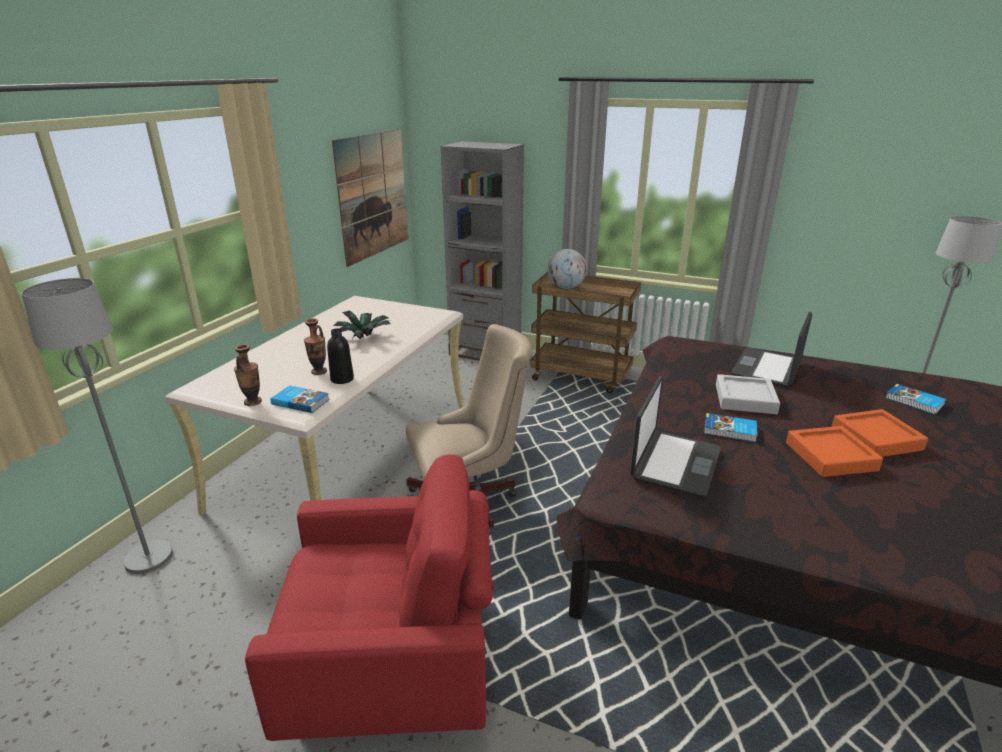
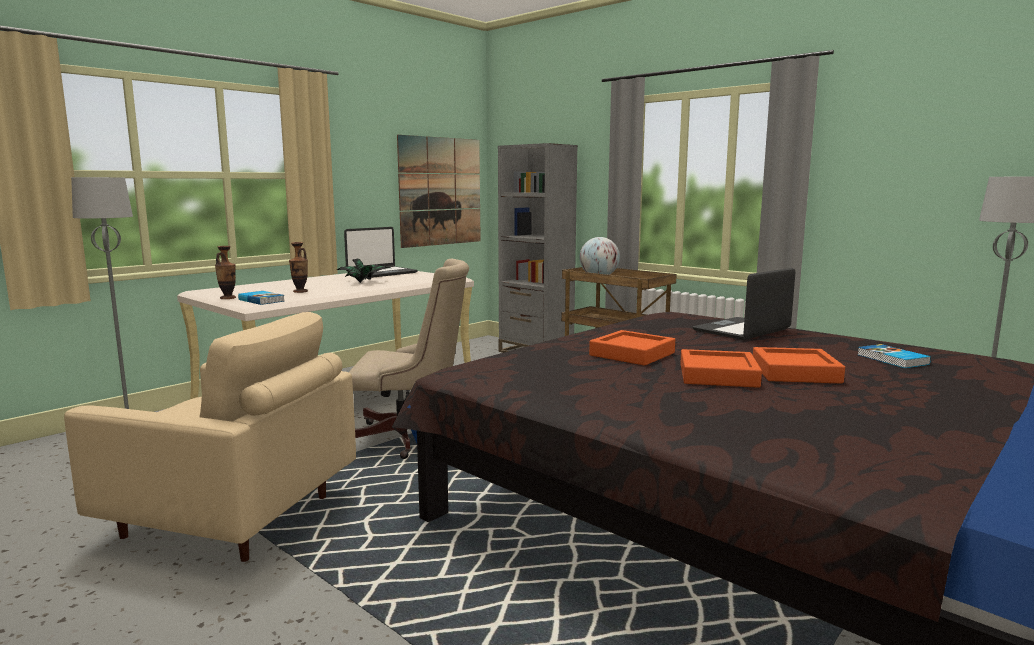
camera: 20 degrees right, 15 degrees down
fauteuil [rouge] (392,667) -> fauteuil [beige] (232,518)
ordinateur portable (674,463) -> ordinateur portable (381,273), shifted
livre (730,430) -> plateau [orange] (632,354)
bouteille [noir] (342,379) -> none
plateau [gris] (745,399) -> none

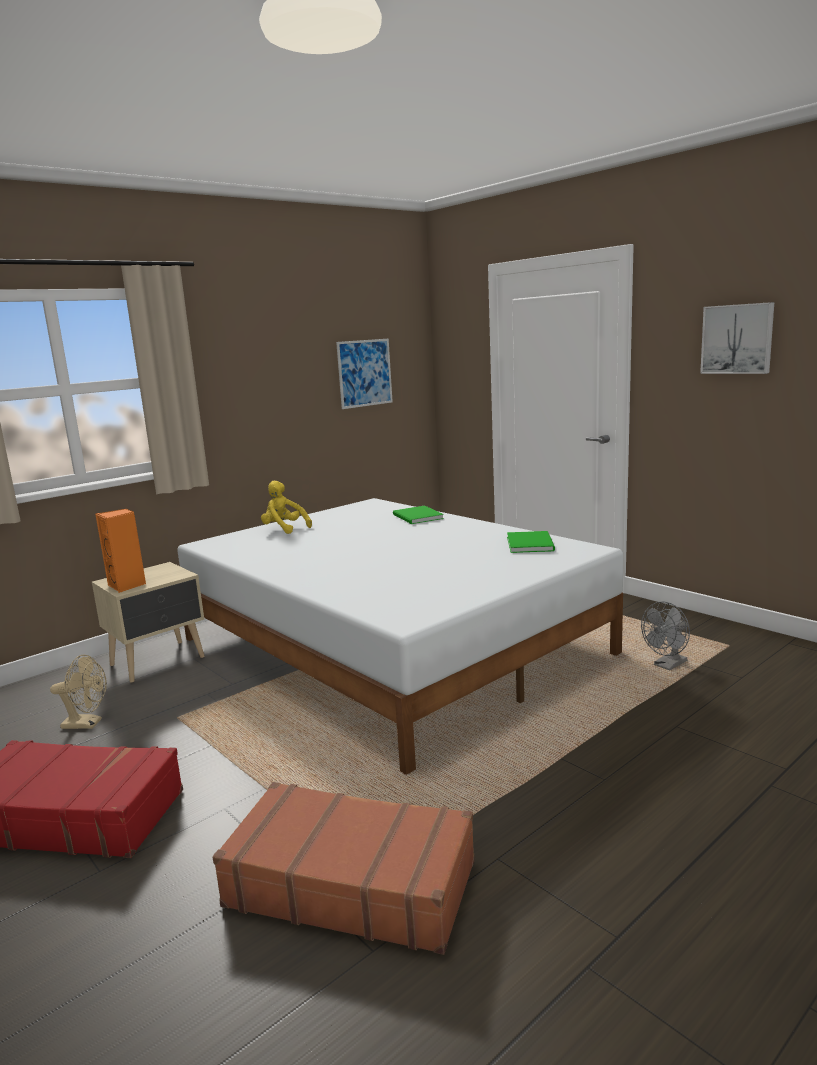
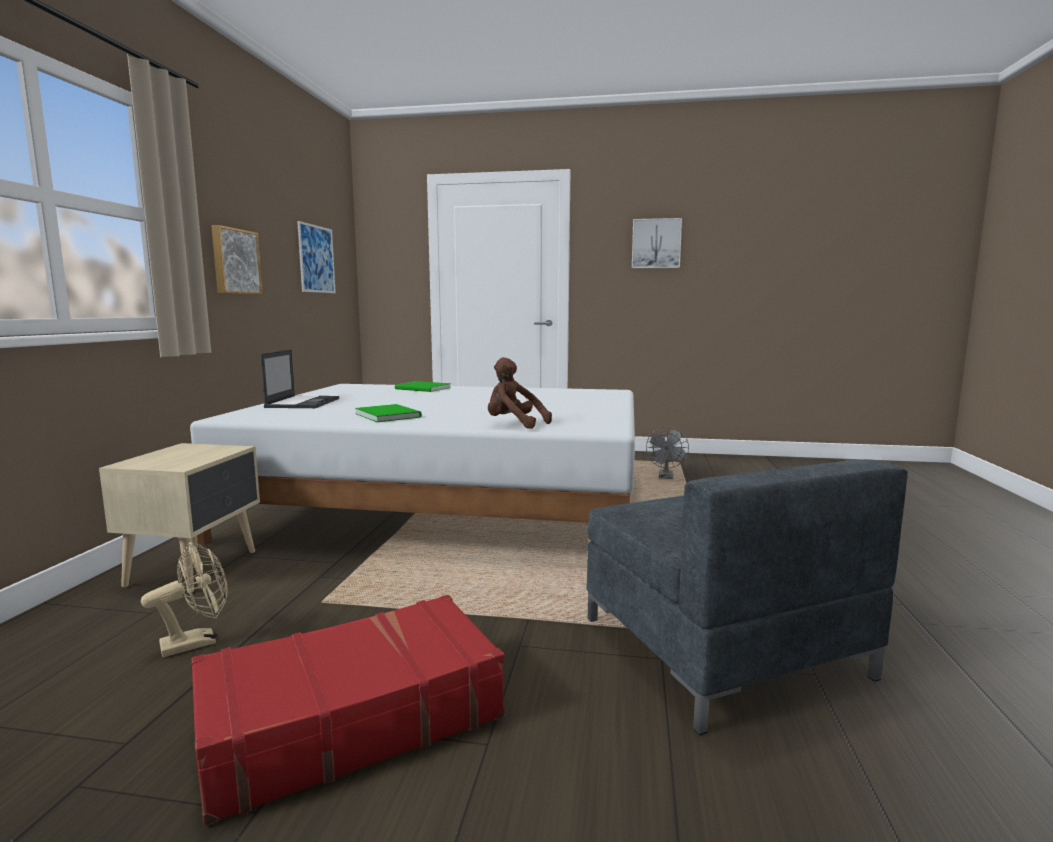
camera: 40 degrees left, 5 degrees down
none -> tableau (235,261)
peluche [jaune] (284,529) -> ordinateur portable (303,403)
livre [vert] (531,543) -> livre [vert] (388,415), shifted
none -> peluche [marron] (513,424)
valise [marron] (351,882) -> fauteuil [gris] (720,646)
enceinte [orange] (127,585) -> none

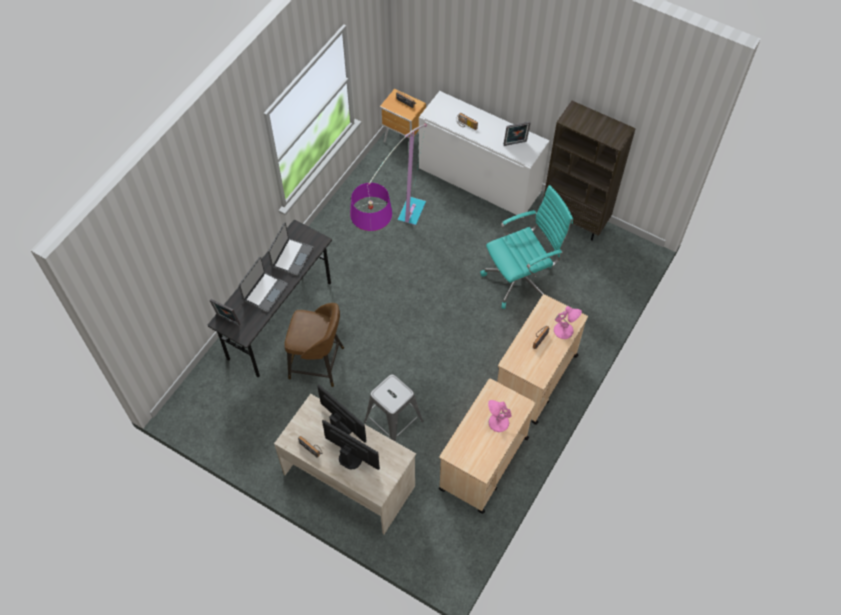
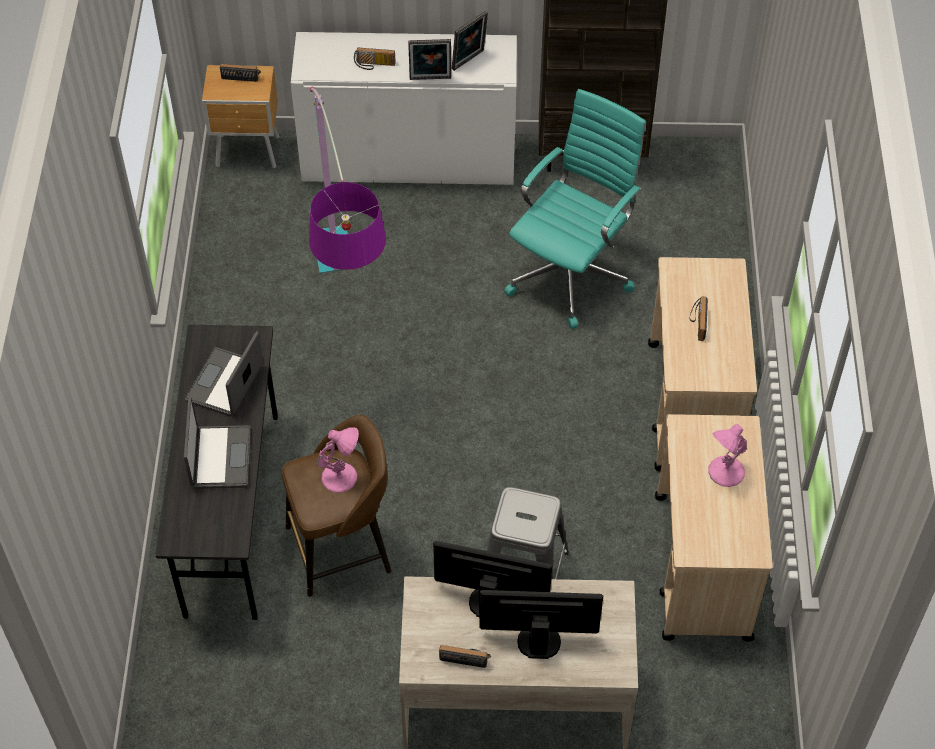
camera: 30 degrees left, 5 degrees down
ordinateur portable (292,257) -> ordinateur portable (226,384), 150 degrees counterclockwise
lampe de table [rose] (564,330) -> lampe de table [rose] (341,477), shifted
cadre photo (228,321) -> cadre photo (430,80), shifted

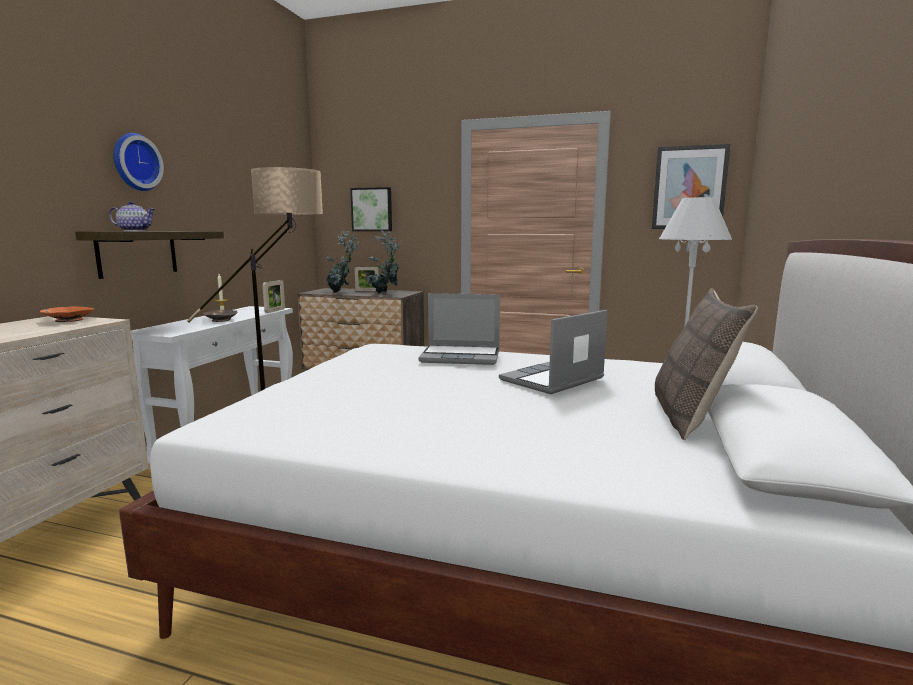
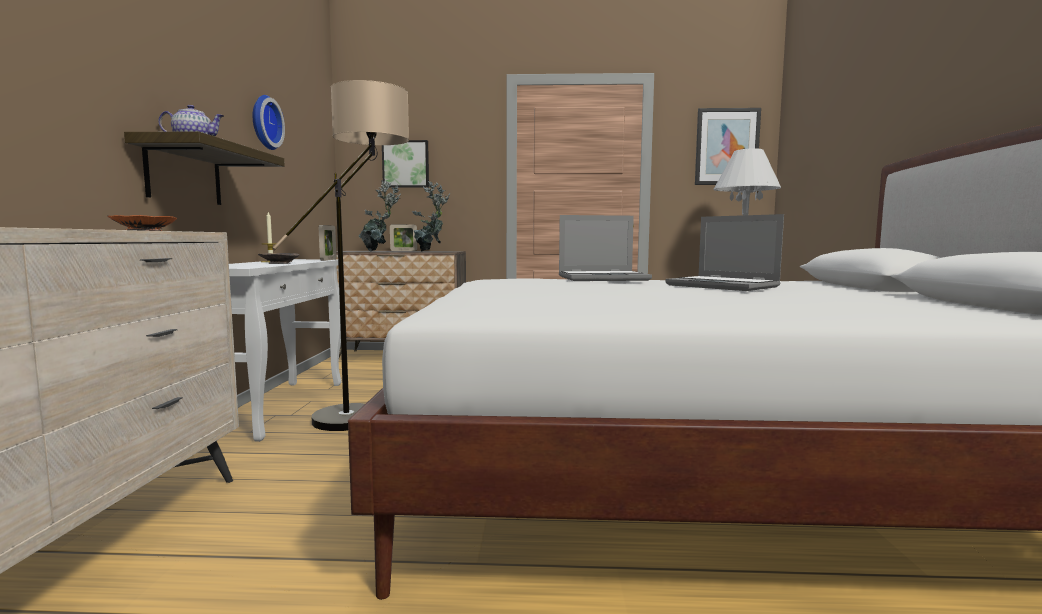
camera: 15 degrees left, 5 degrees down
horloge murale (134,162) -> horloge murale (264,122), shifted
ordinateur portable (552,380) -> ordinateur portable (724,286), 75 degrees counterclockwise
coussin (691,417) -> none

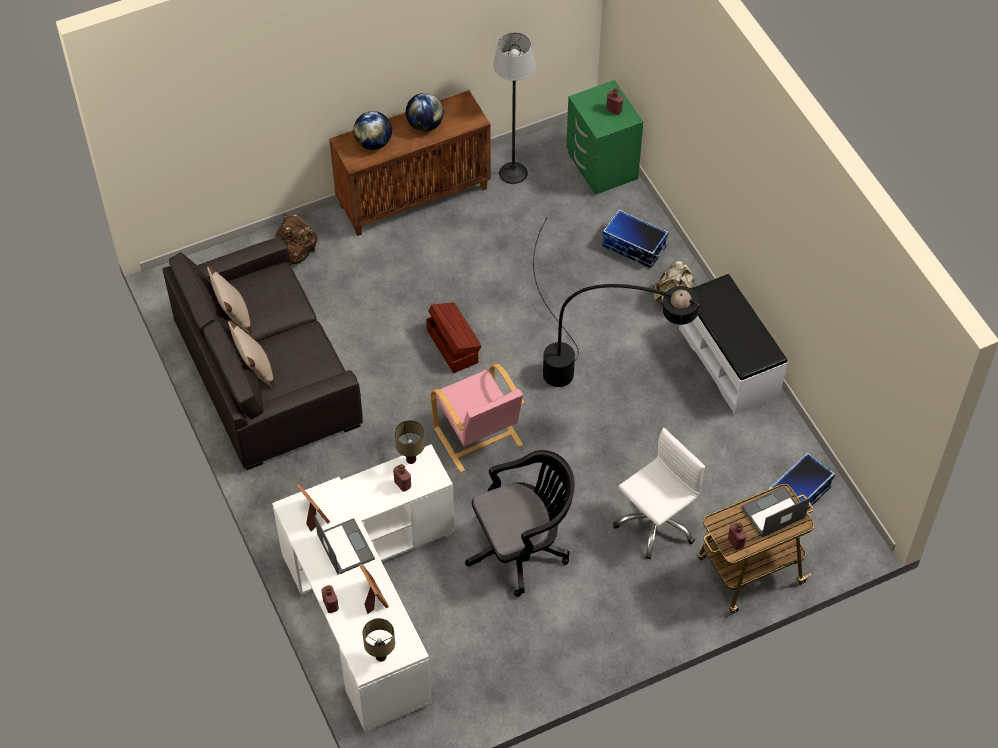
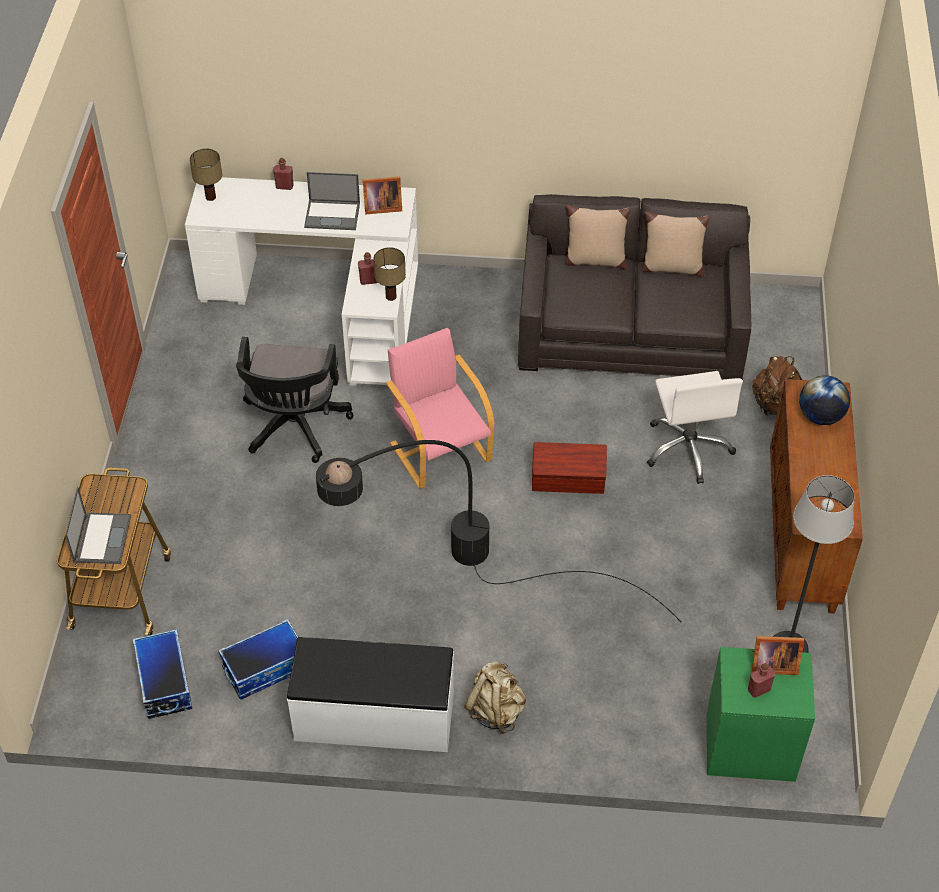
camera: 120 degrees right, 5 degrees down
boîte de rangement (633,247) -> boîte de rangement (265,668), shifted
fauteuil [rose] (478,438) -> fauteuil [rose] (440,450), 60 degrees clockwise
chaise de bureau [blanc] (655,523) -> chaise de bureau [blanc] (688,448), shifted
cadre photo (372,597) -> cadre photo (772,664), shifted
globe (425,125) -> none
bouteille [rouge] (736,542) -> none

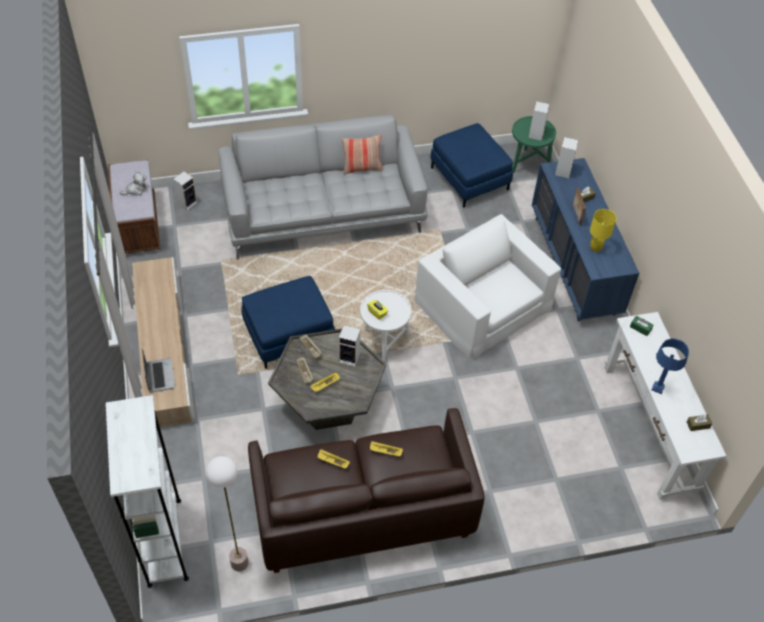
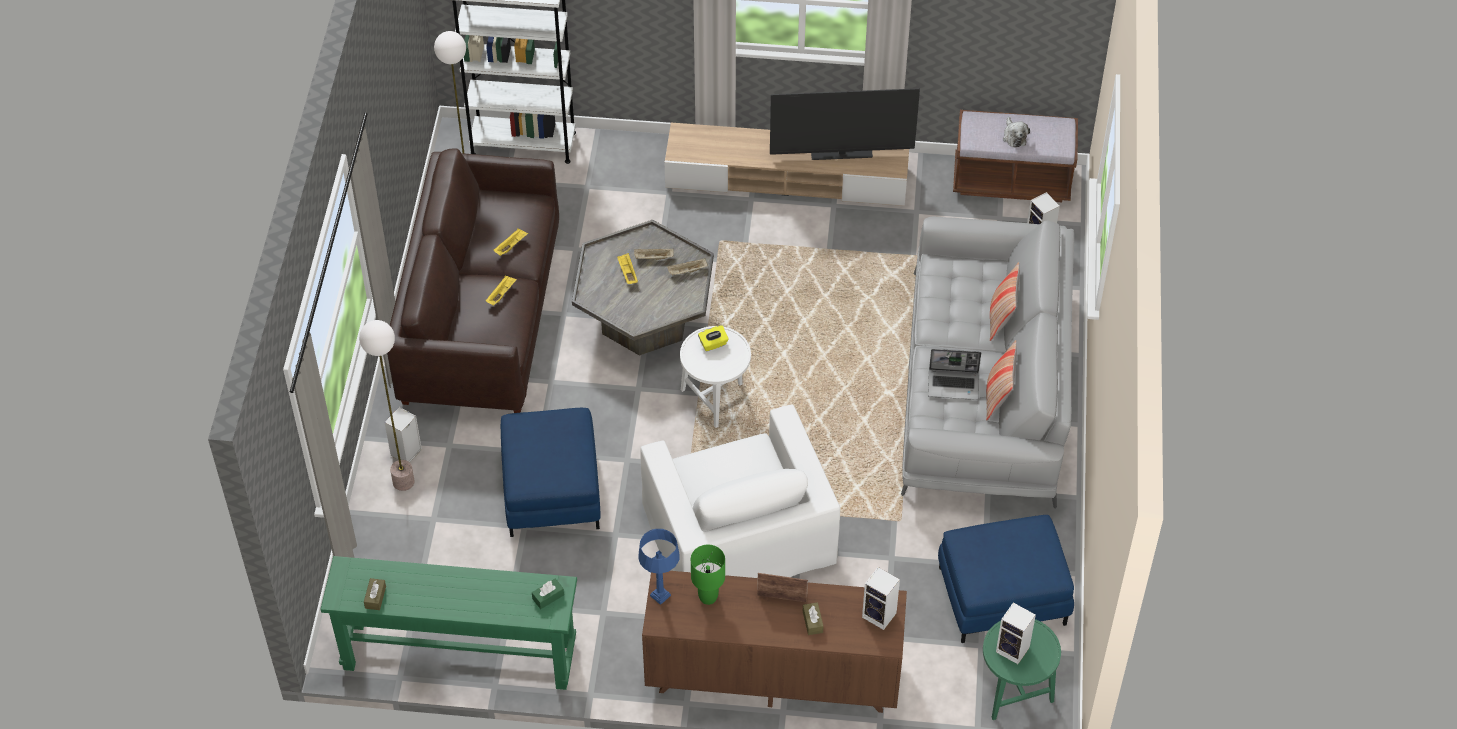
camera: 110 degrees right, 0 degrees up
table console [blanc] (649,427) -> table console [vert] (459,654)
none -> lampadaire (404,481)
enceinte (350,358) -> enceinte (406,453), shifted
pouf [bleu] (288,334) -> pouf [bleu] (551,490), shifted
lampe de table [bleu] (658,388) -> lampe de table [bleu] (660,595), shifted
fauteuil [blanc] (483,304) -> fauteuil [blanc] (738,530), 90 degrees clockwise
commode [bleu] (574,265) -> commode [marron] (772,675)
lampe de table [jaune] (595,247) -> lampe de table [vert] (708,597)
none -> téléviseur (841,154)
ordinateur portable (159,375) -> ordinateur portable (954,384), shifted
none -> coussin (1001,319)

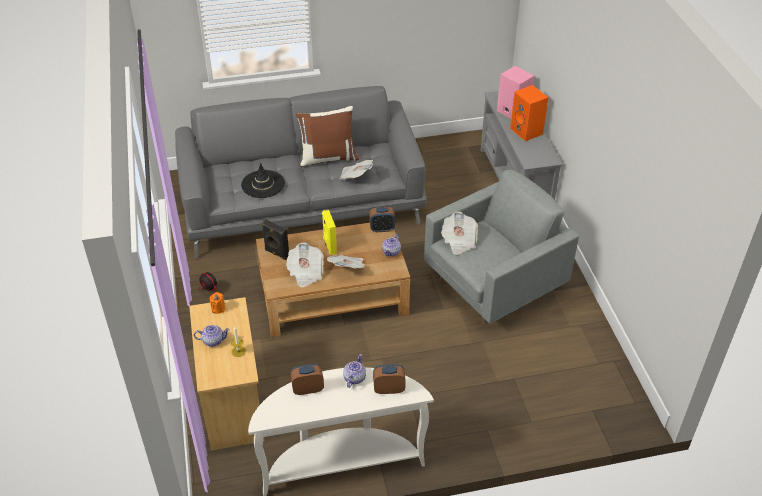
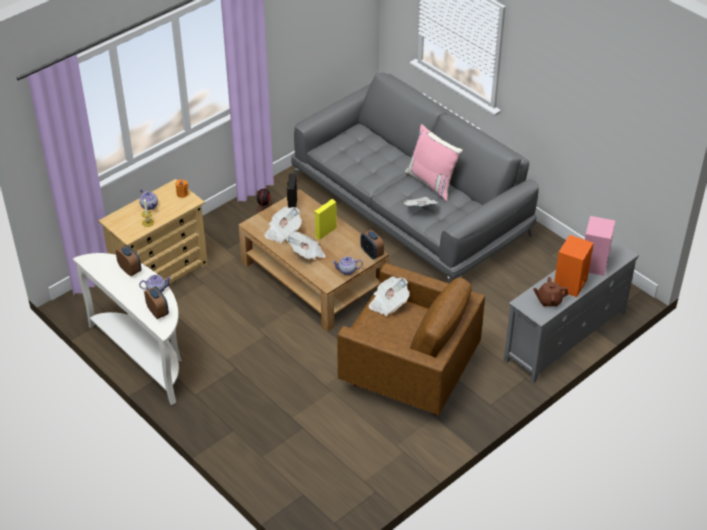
camera: 60 degrees right, 0 degrees up
fauteuil [gris] (493,285) -> fauteuil [marron] (408,373)
coussin [marron] (328,157) -> coussin [rose] (432,183)
none -> théière [marron] (549,301)
chapeau [noir] (263,184) -> none

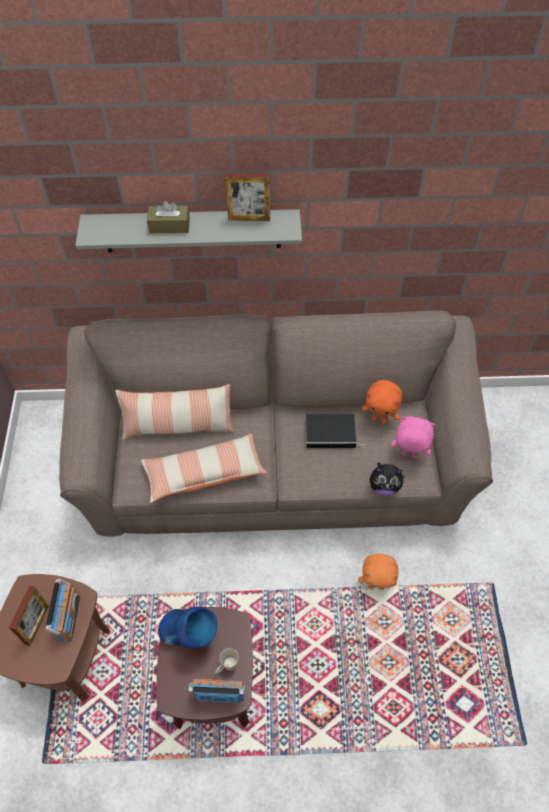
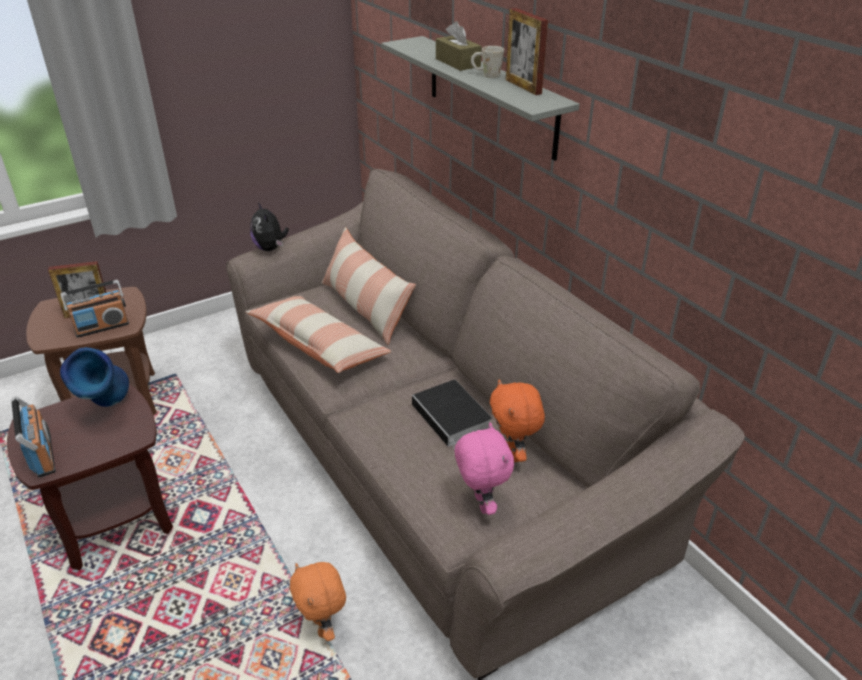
camera: 60 degrees right, 20 degrees down
peluche (384,486) -> peluche (270,248), shifted
mug [blanc] (226,667) -> mug [blanc] (486,75), shifted

